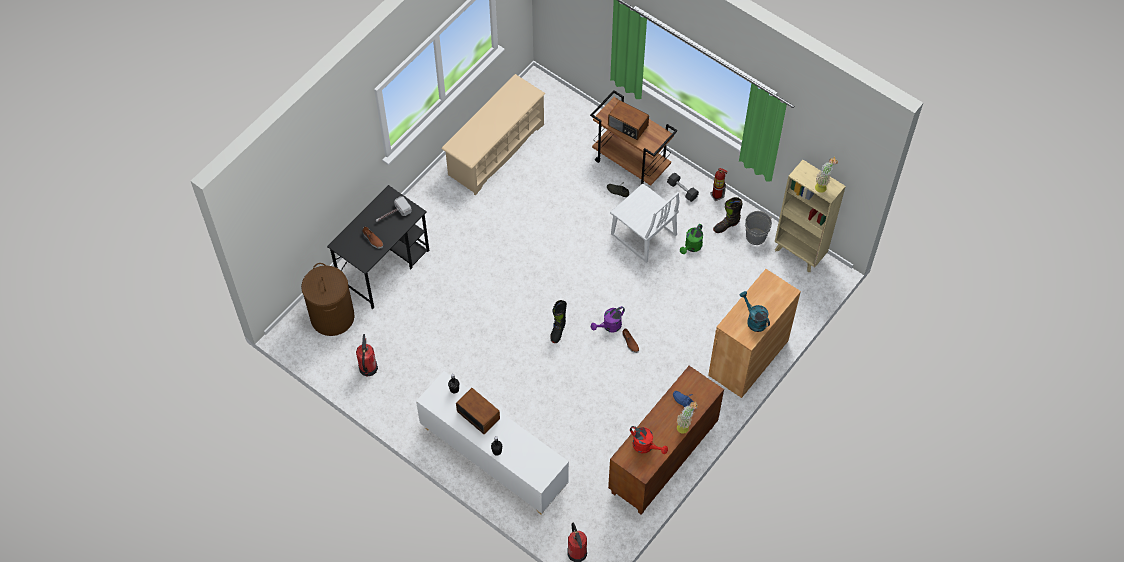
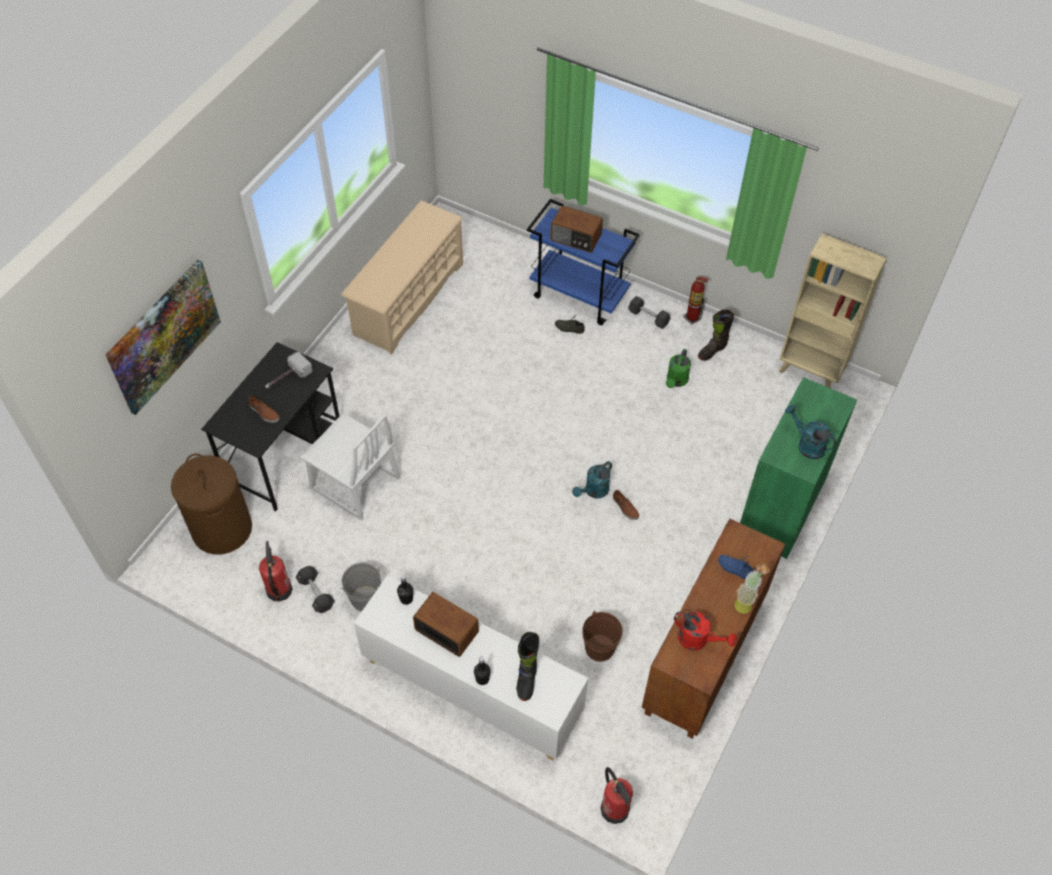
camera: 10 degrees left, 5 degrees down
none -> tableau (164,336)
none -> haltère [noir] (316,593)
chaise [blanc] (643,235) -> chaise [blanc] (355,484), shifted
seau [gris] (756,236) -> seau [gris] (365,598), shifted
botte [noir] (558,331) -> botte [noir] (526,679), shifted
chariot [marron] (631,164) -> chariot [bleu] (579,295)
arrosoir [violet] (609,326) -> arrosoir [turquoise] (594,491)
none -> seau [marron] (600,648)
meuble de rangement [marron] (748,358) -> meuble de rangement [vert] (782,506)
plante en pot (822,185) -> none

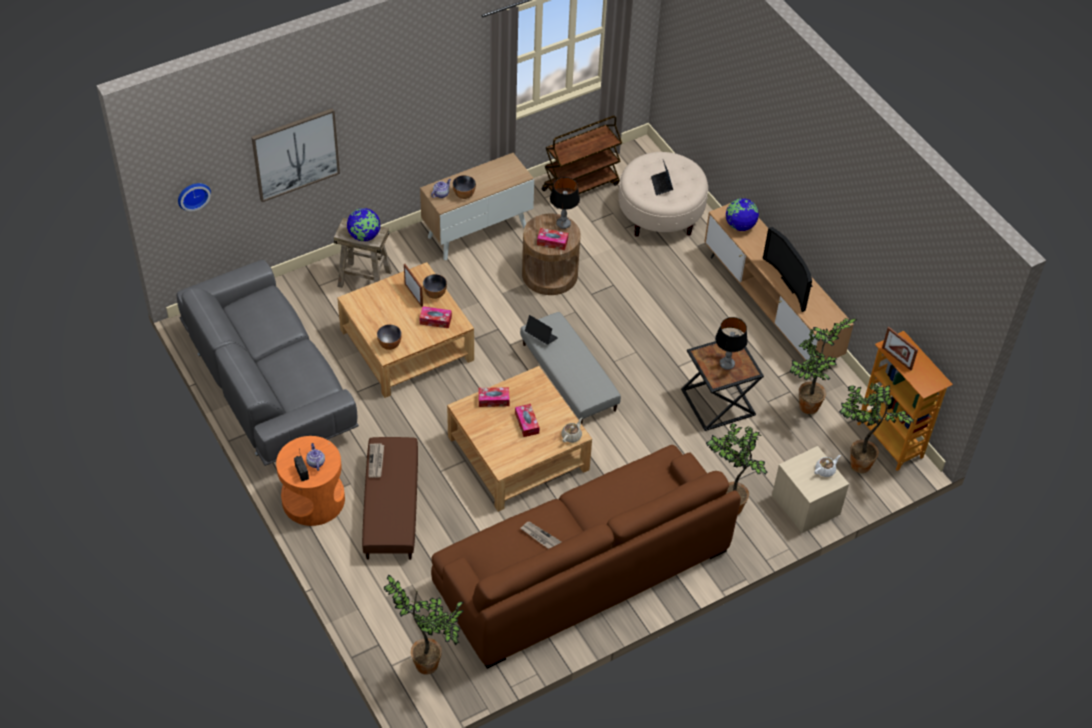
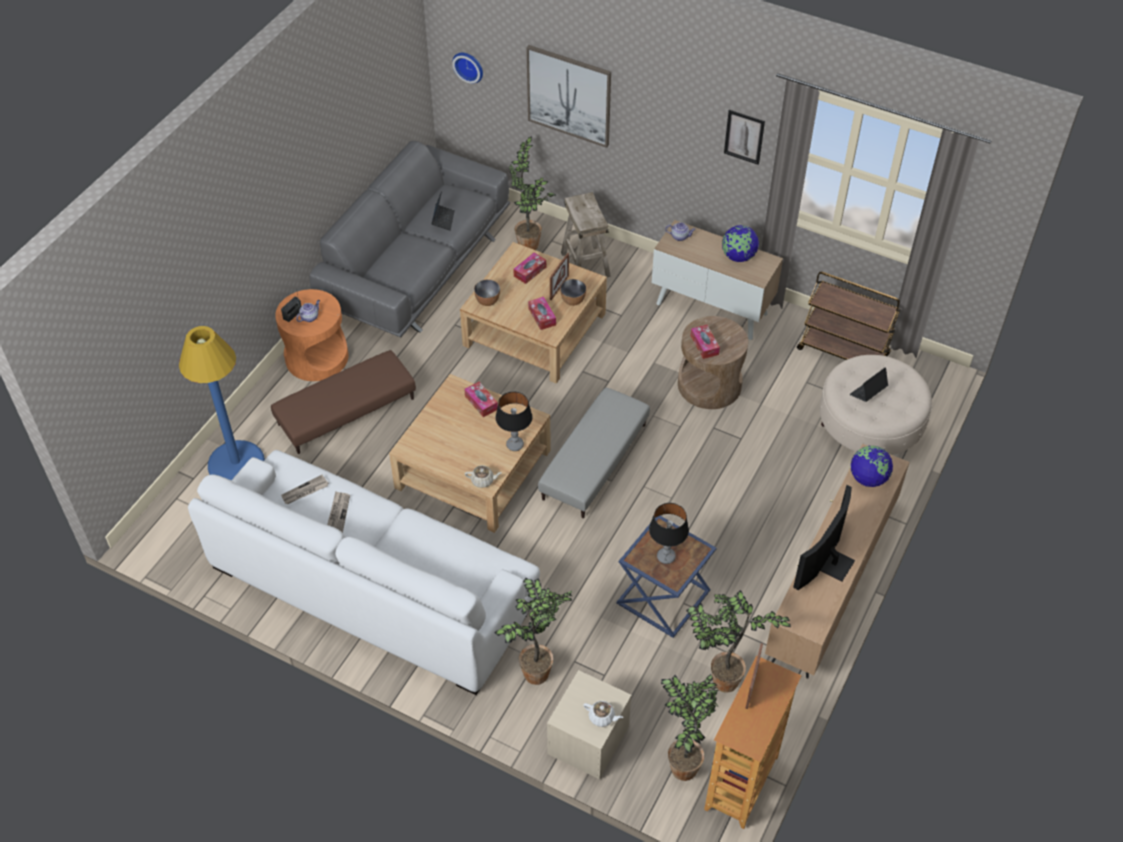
camera: 60 degrees right, 0 degrees up
none -> lampadaire [bleu] (236,464)
canapé [marron] (582,568) -> canapé [blanc] (373,584)
journal (376,461) -> journal (305,491), shifted
ordinateur portable (541,336) -> ordinateur portable (443,219), shifted
lampe de table (563,224) -> lampe de table (514,445), shifted
plante en pot (430,665) -> plante en pot (529,247), shifted
boîte à mouchoirs (527,423) -> boîte à mouchoirs (530,271), shifted
table d'appoint [noir] (719,403) -> table d'appoint [bleu] (663,598)
globe (364,236) -> globe (738,257), shifted
none -> tableau (744,137)
bol (464,194) -> none

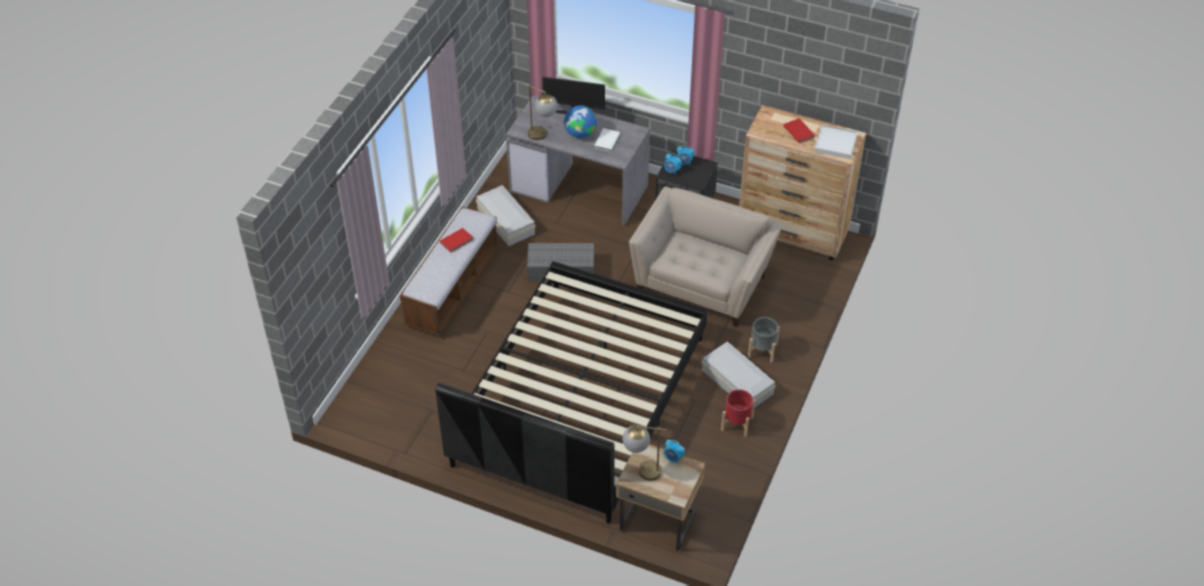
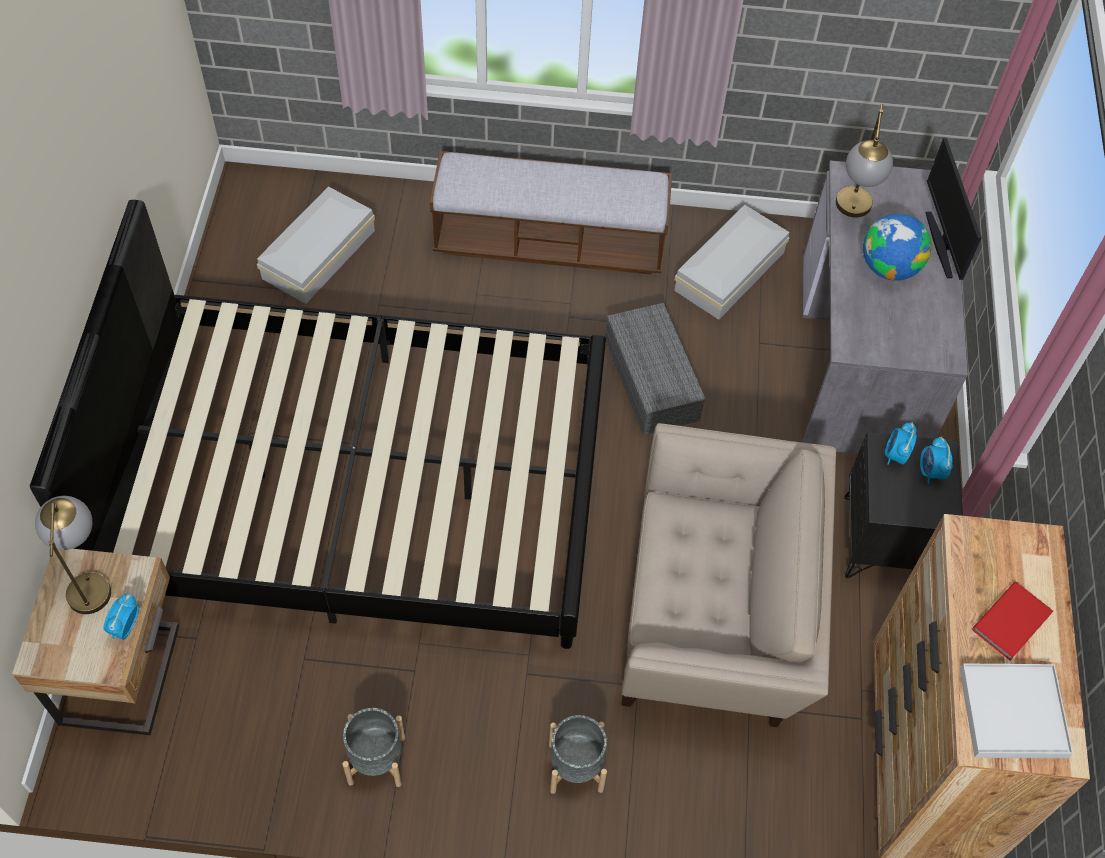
camera: 70 degrees right, 10 degrees up
boîte de rangement [blanc] (737,383) -> boîte de rangement [blanc] (316,255), shifted
cache-pot [rouge] (737,423) -> cache-pot [gris] (376,760)
livre [rouge] (457,241) -> none
livre [blanc] (606,141) -> none

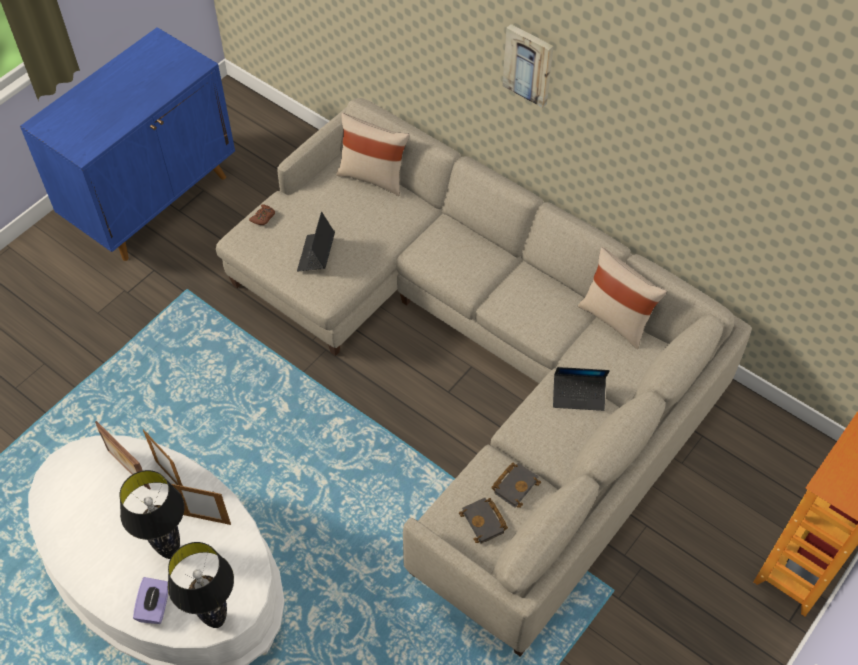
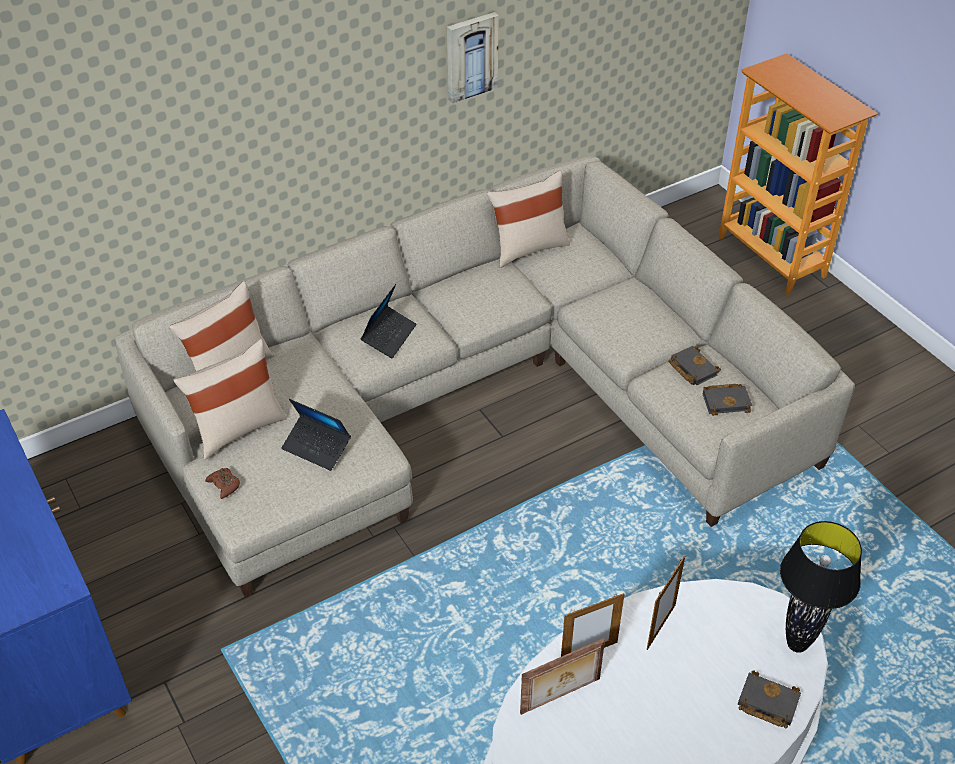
camera: 70 degrees left, 10 degrees down
none -> coussin [beige] (238,428)
ordinateur portable (578,395) -> ordinateur portable (389,336), shifted
tableau (529,64) -> tableau (471,56), shifted
boîte à mouchoirs [violet] (155,607) -> livre [noir] (765,703)
lampe de table [noir] (171,551) -> none

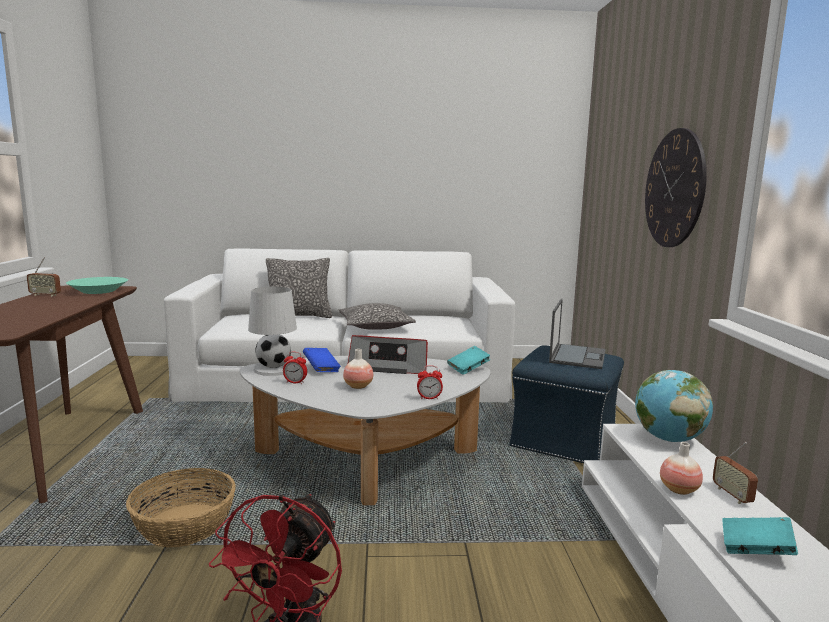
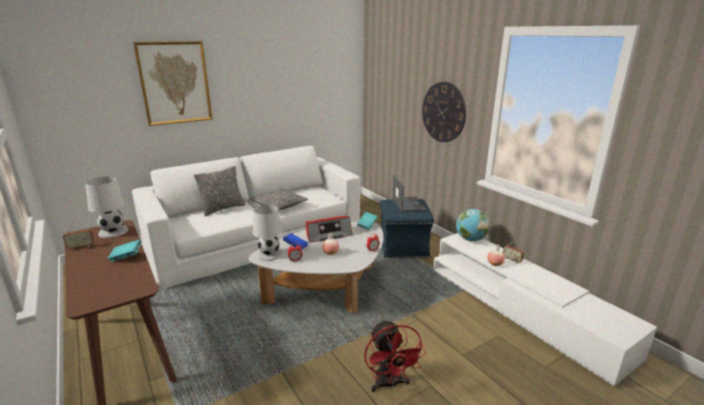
camera: 30 degrees left, 10 degrees up
bol [turquoise] (98,291) -> lampe de table [blanc] (113,232)
livre [turquoise] (755,550) -> livre [turquoise] (126,257), shifted
none -> tableau (175,83)
panier (185,525) -> none

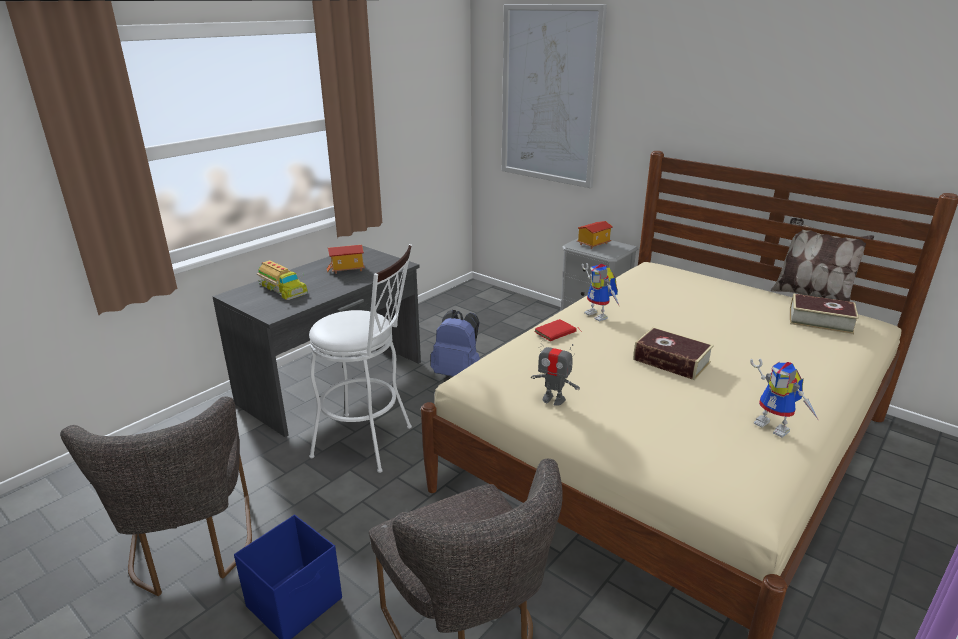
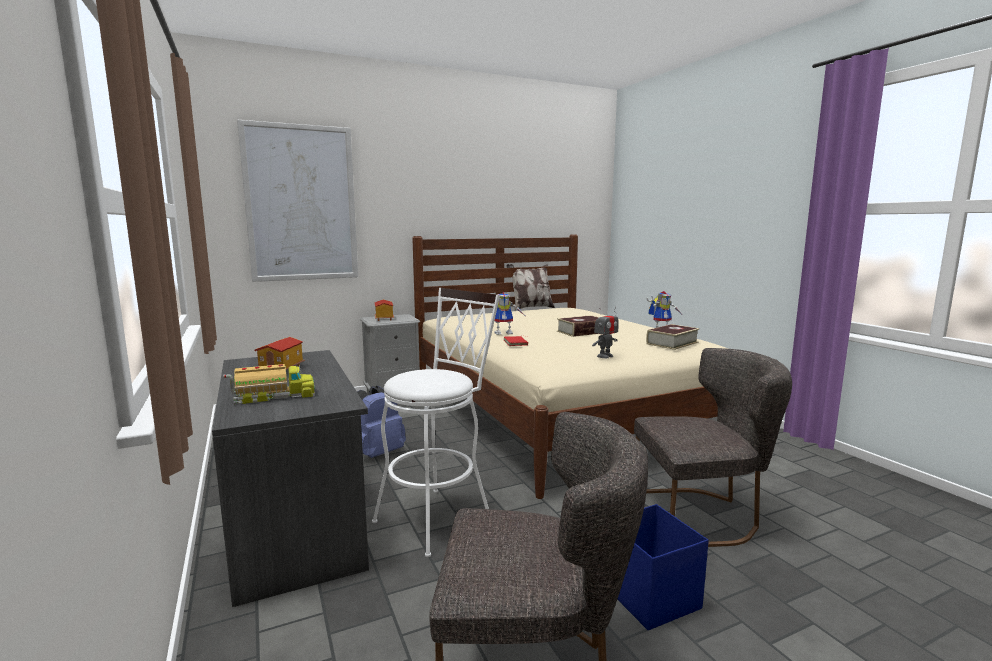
camera: 65 degrees left, 15 degrees down
livre (820,321) -> livre (672,343), shifted

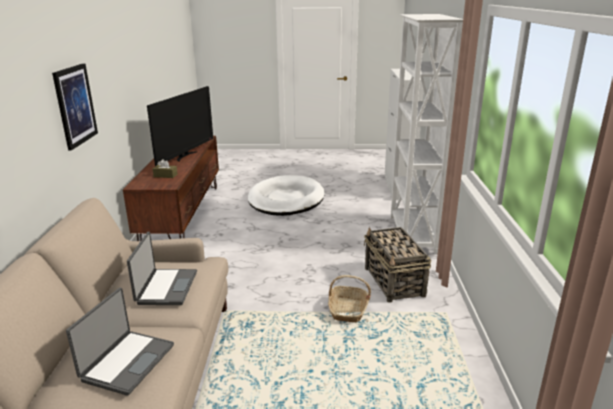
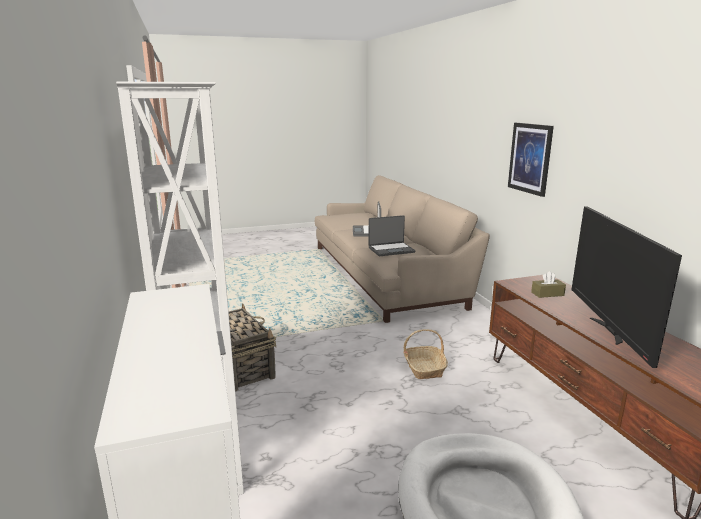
camera: 160 degrees right, 5 degrees down
ordinateur portable (166,287) -> ordinateur portable (391,250), 90 degrees counterclockwise
panier (348,310) -> panier (424,368), shifted

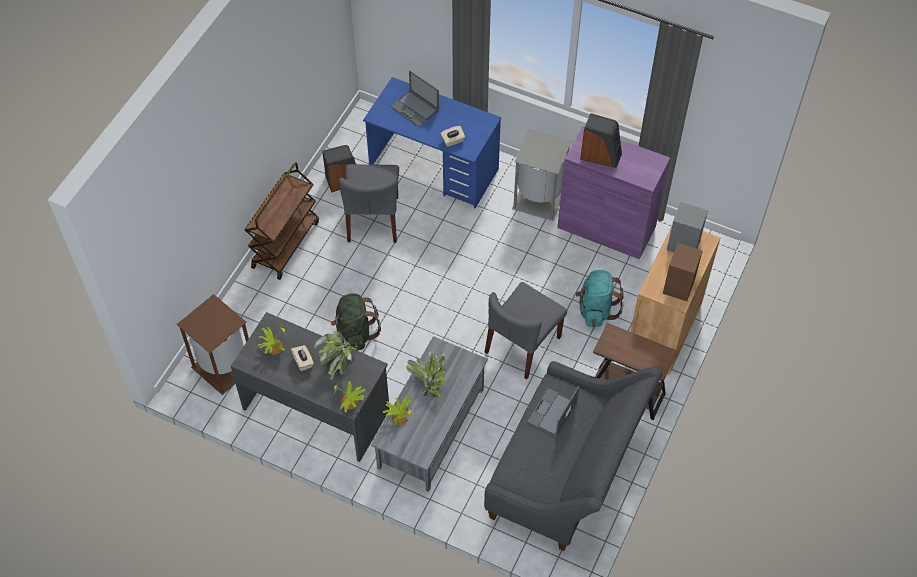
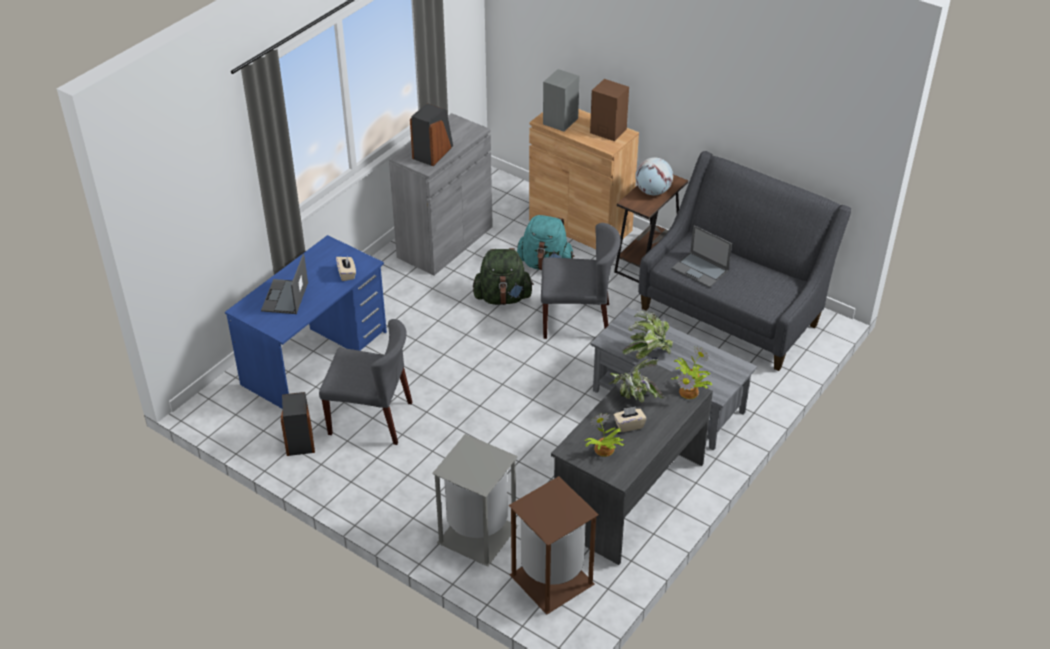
camera: 80 degrees left, 15 degrees down
ordinateur portable (415,108) -> ordinateur portable (285,297), 135 degrees clockwise
meuble de rangement [violet] (606,227) -> meuble de rangement [gris] (445,242)
poubelle [gris] (540,198) -> poubelle [gris] (477,533), shifted
sac à dos [vert] (355,333) -> sac à dos [vert] (503,297), shifted
chaise [gris] (522,345) -> chaise [gris] (577,320), 45 degrees counterclockwise
none -> globe (653,191)
chariot [marron] (285,243) -> none

